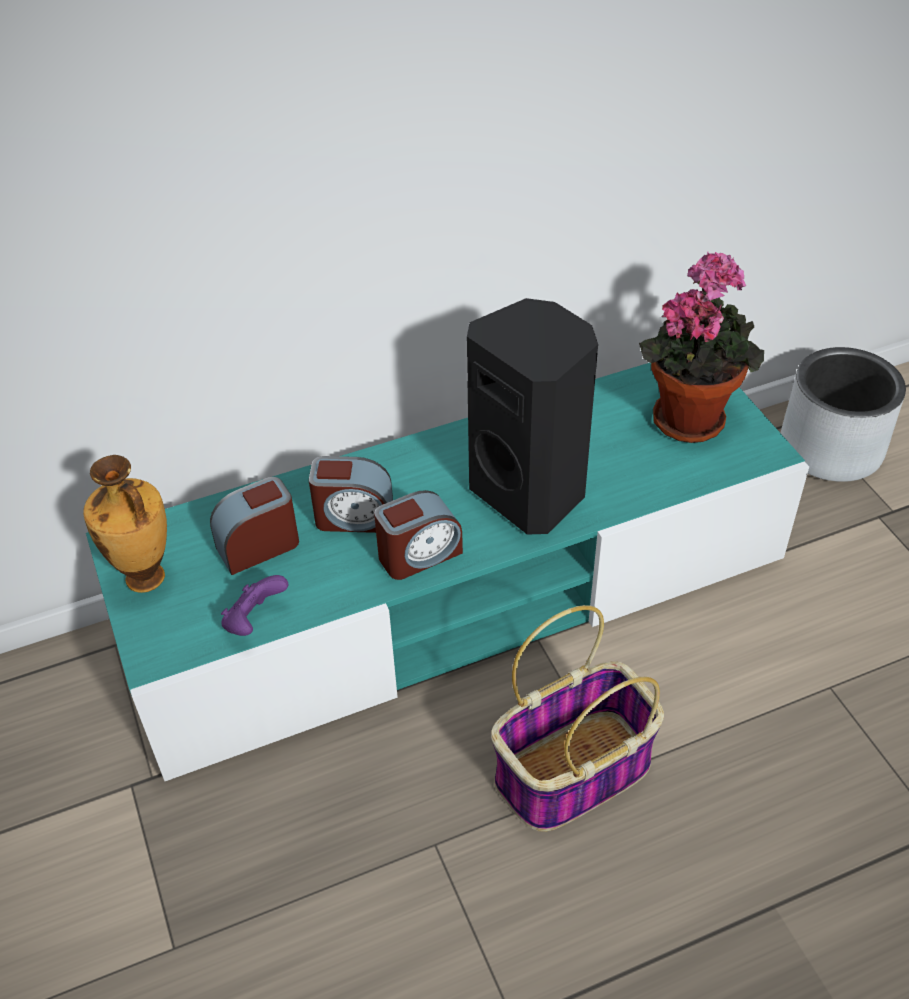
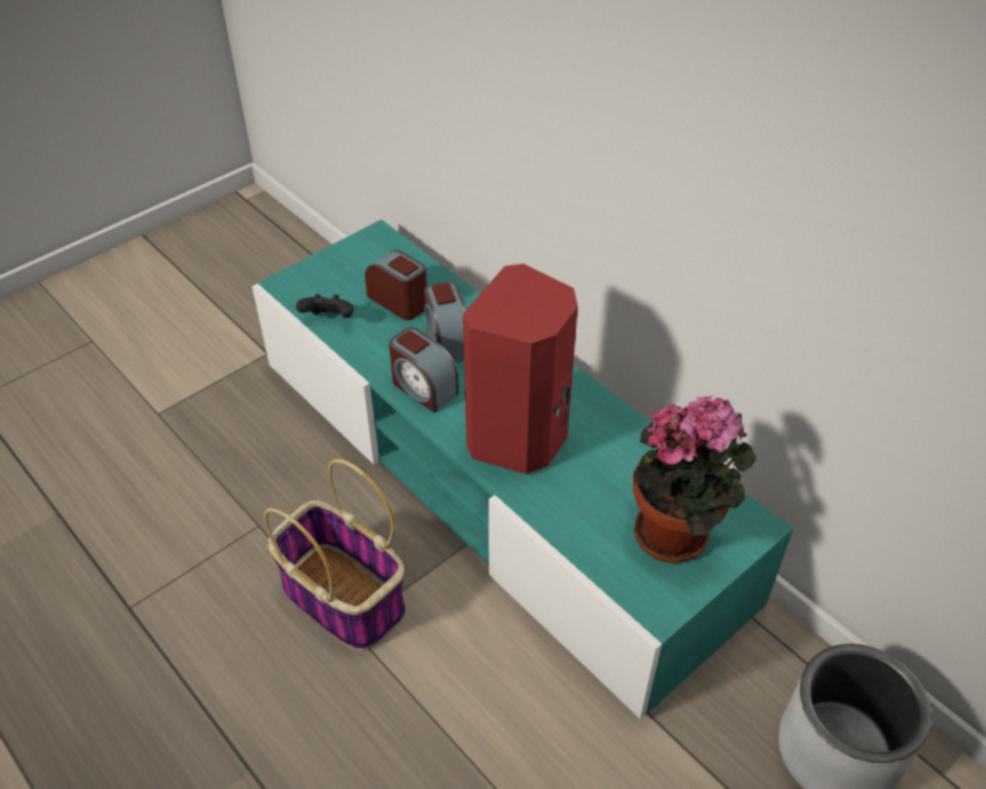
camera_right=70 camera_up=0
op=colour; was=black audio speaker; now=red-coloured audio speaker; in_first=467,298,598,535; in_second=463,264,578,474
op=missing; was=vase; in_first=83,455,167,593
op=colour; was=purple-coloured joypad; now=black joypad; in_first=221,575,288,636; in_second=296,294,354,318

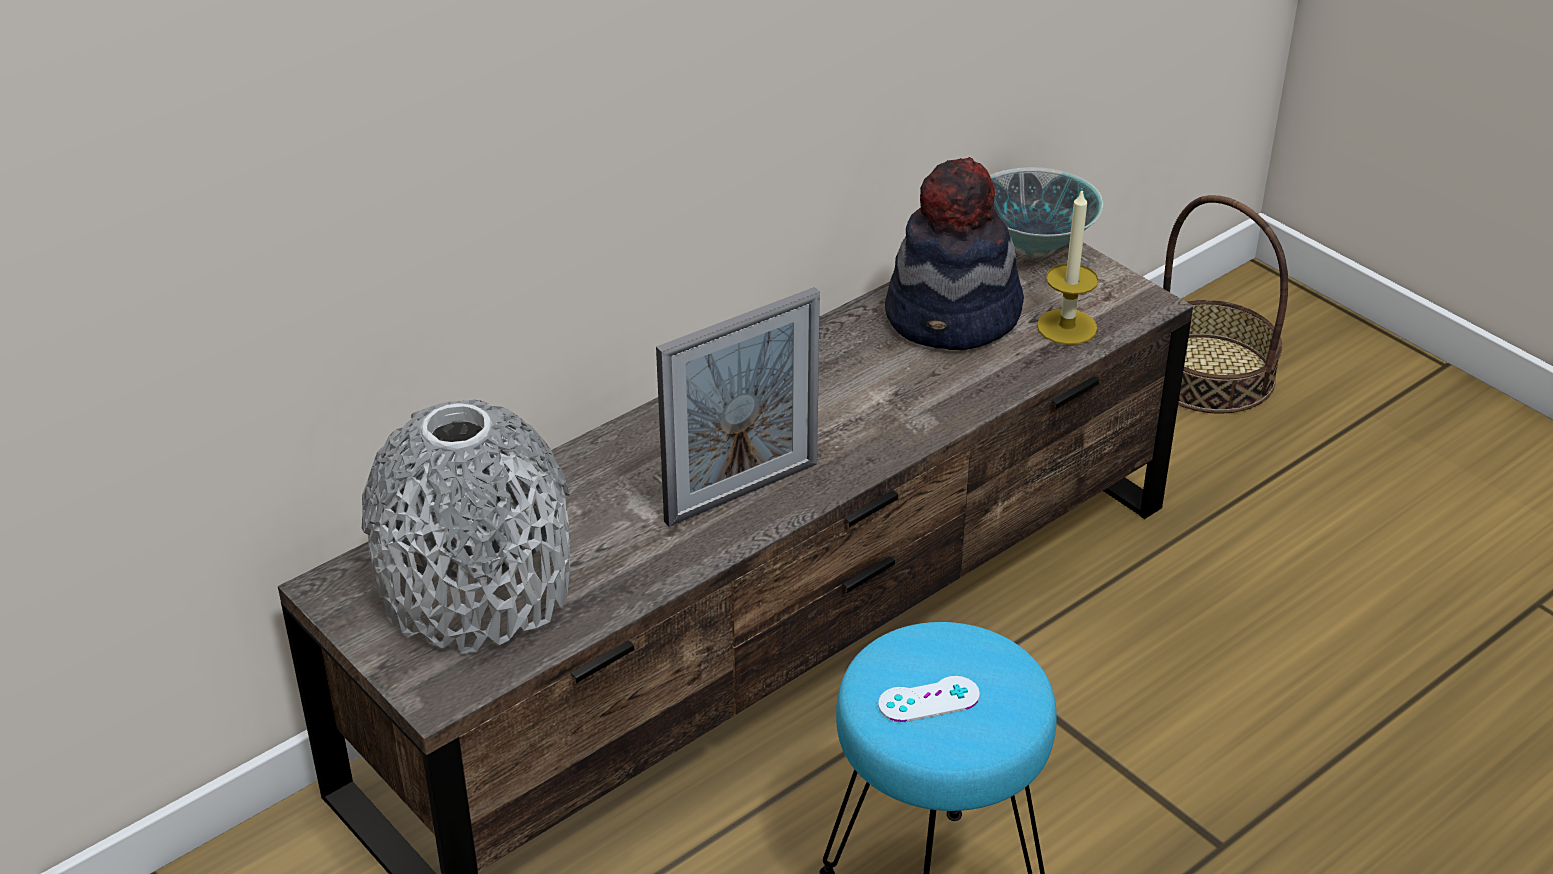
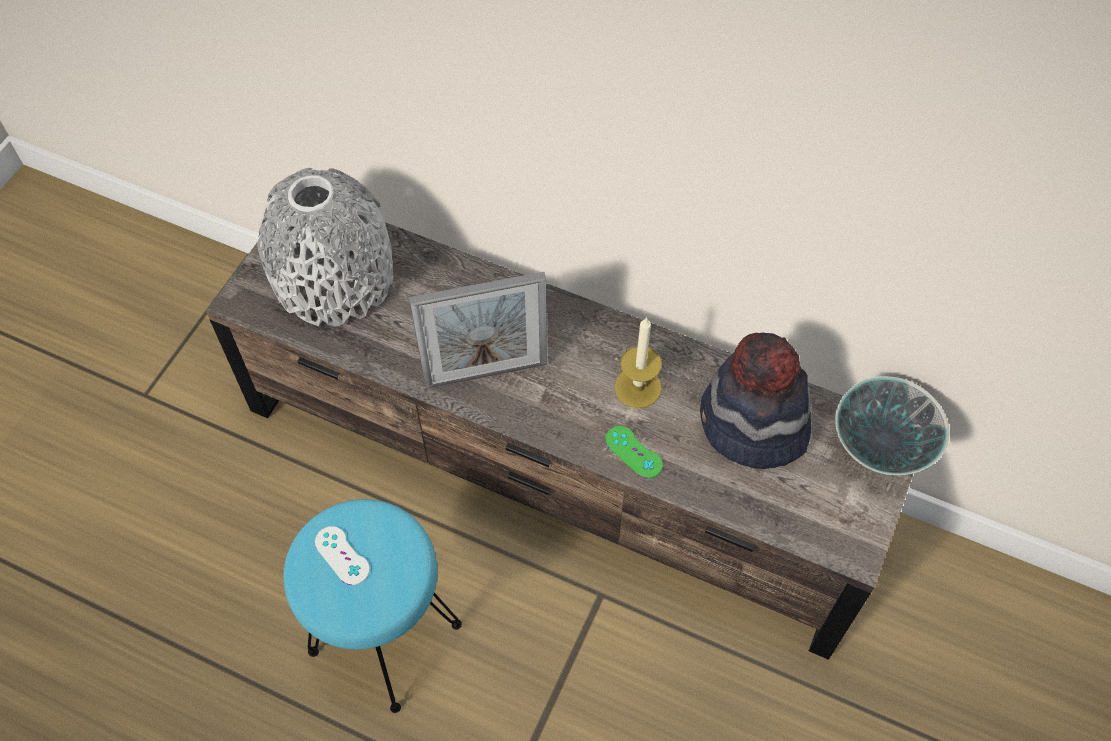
camera_right=65 camera_up=20
op=relocated; was=wax light; in_first=1037,191,1099,345; in_second=614,317,662,408
op=missing; was=basket; in_first=1163,195,1288,414
op=spun; was=picture frame; in_first=656,287,820,527; in_second=409,272,547,389; clockwise=-45
op=appeared; now=green joypad; in_second=605,426,663,478

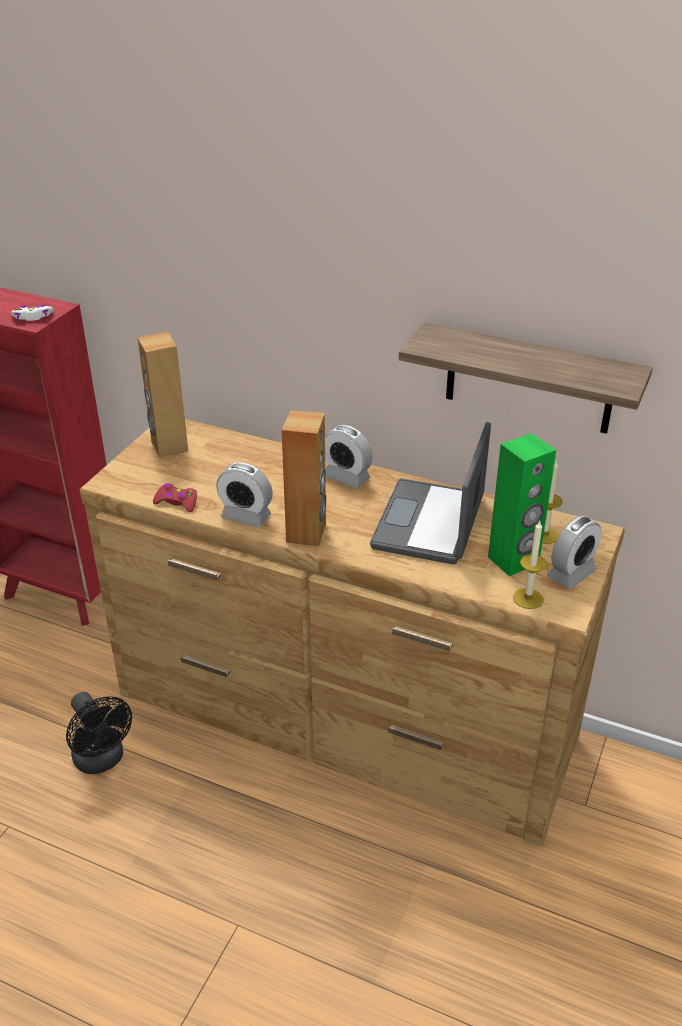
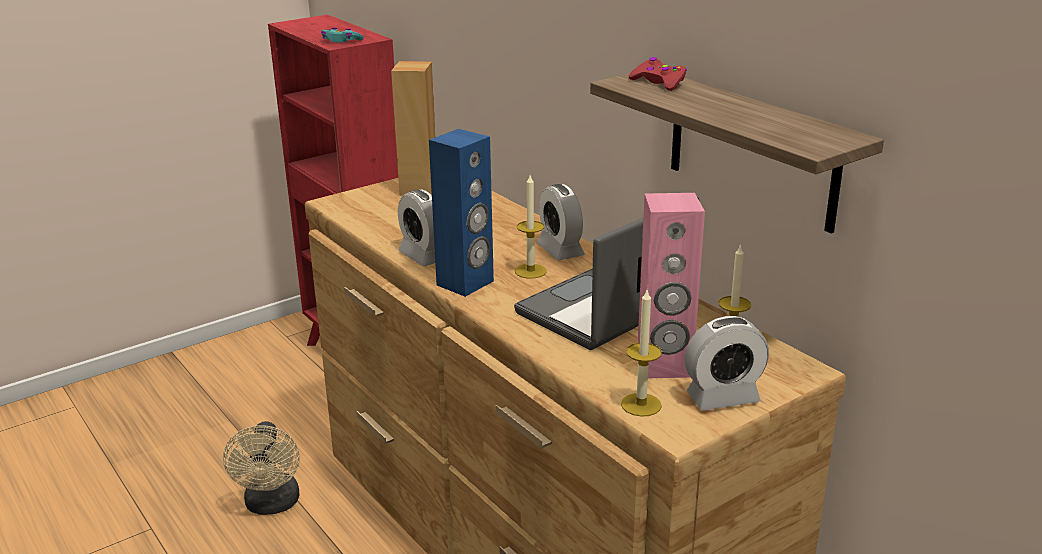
camera_right=30 camera_up=-10
op=colour; was=whitish joypad; now=turquoise joypad; in_first=11,305,54,321; in_second=321,28,364,42
op=colour; was=brown audio speaker; now=blue audio speaker; in_first=282,411,326,546; in_second=429,129,494,297
op=colour; was=green audio speaker; now=pink-coloured audio speaker; in_first=488,433,556,576; in_second=638,193,705,378
op=relocated; was=red-coloured joypad; in_first=153,483,197,512; in_second=629,57,687,91
op=colour; was=black cooling fan; now=beige-coloured cooling fan; in_first=66,692,132,774; in_second=223,421,300,515
op=appeared; now=wax light; in_second=515,175,547,279

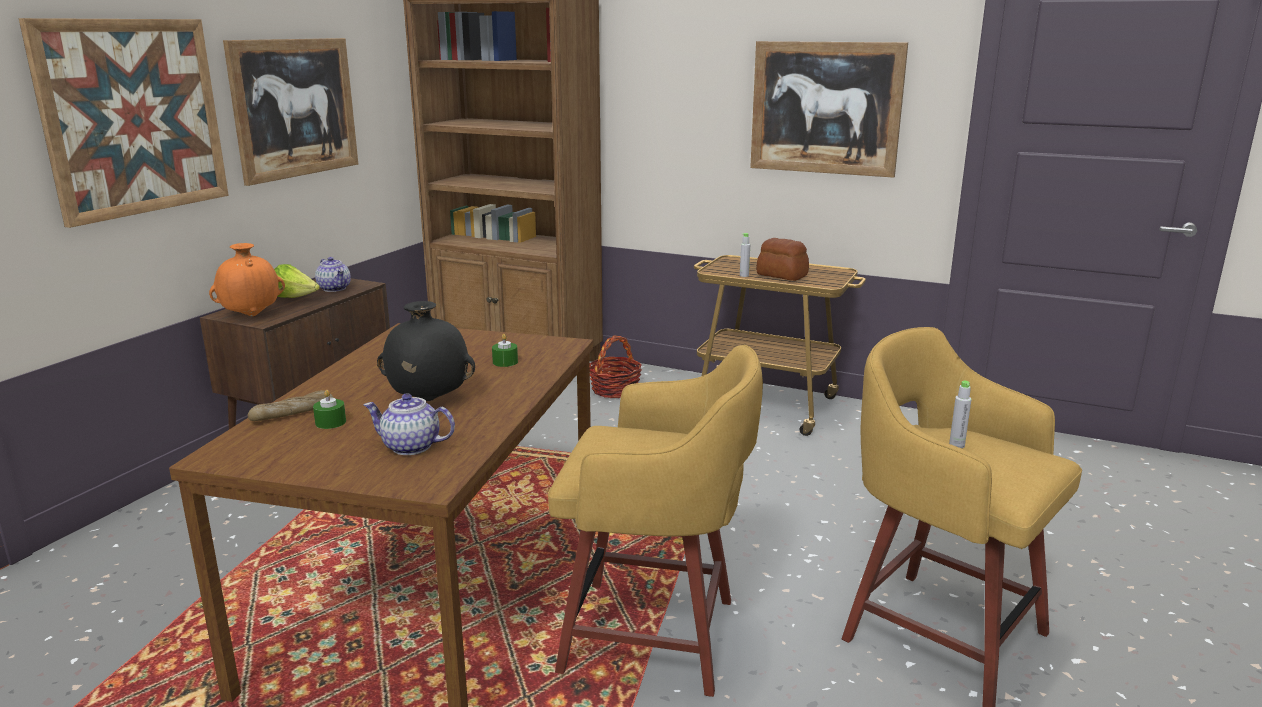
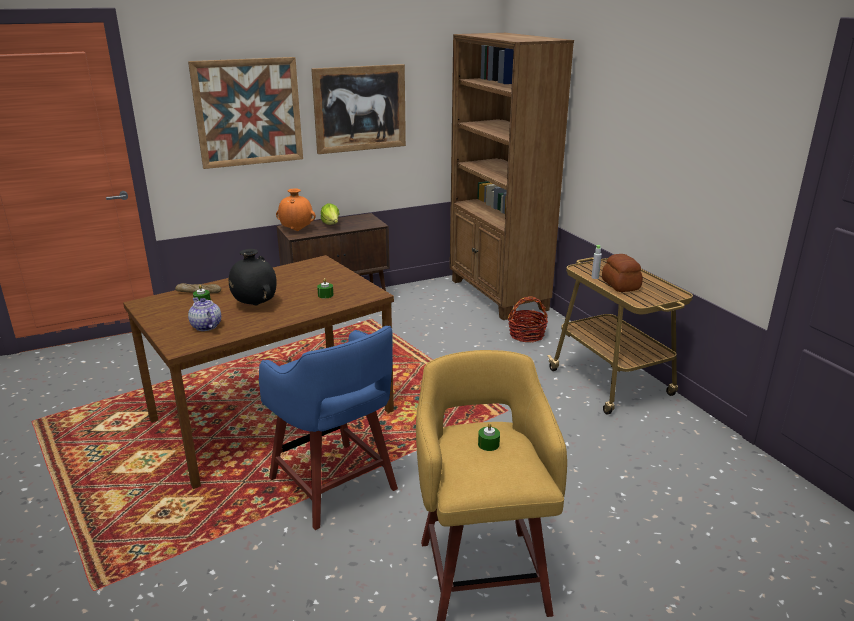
camera_right=40 camera_up=5
op=missing; was=wall art; in_first=750,41,908,178
op=missing; was=tea pot; in_first=315,257,351,292
op=colour; was=yellow-coloured stool seat; now=blue stool seat; in_first=548,345,763,697; in_second=258,326,398,530
op=exchanged; was=greyish bottle; now=green wax light; in_first=949,381,971,448; in_second=478,423,500,451

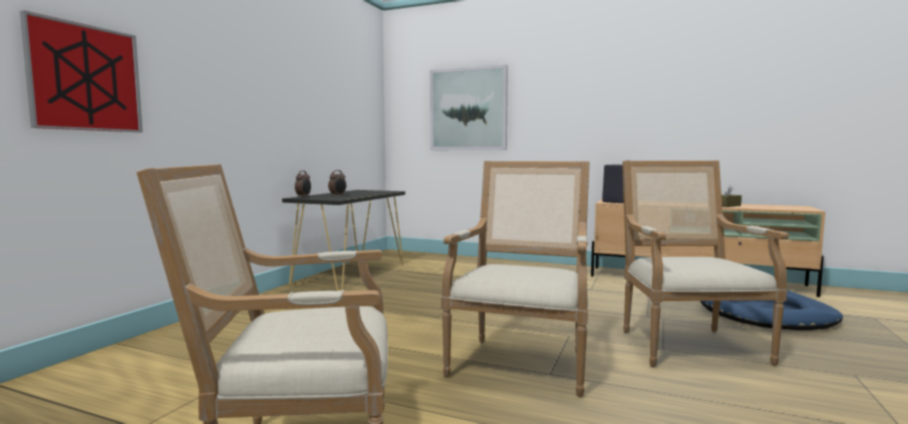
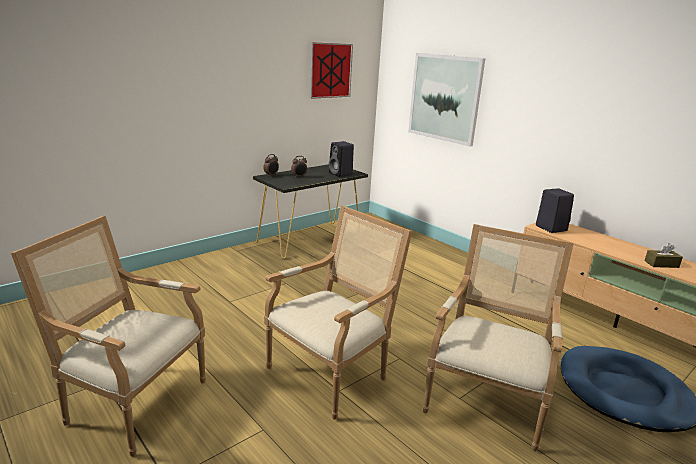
camera_right=25 camera_up=15
op=relocated; was=wall art; in_first=20,10,143,132; in_second=309,42,353,99
op=appeared; now=black audio speaker; in_second=329,141,354,177

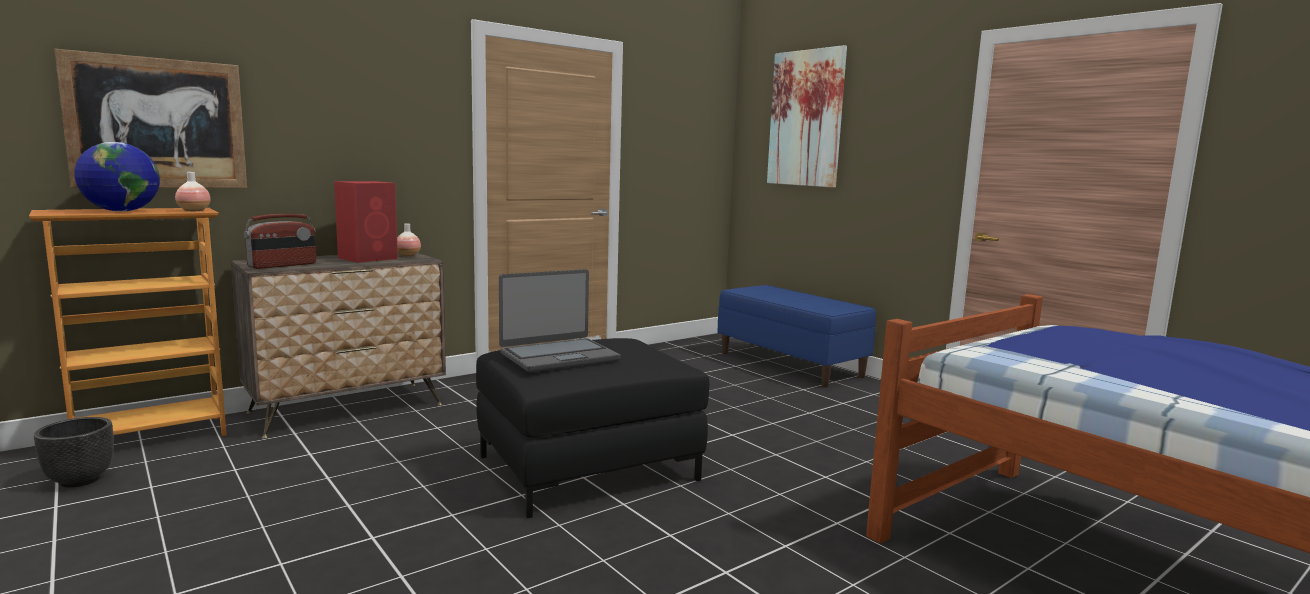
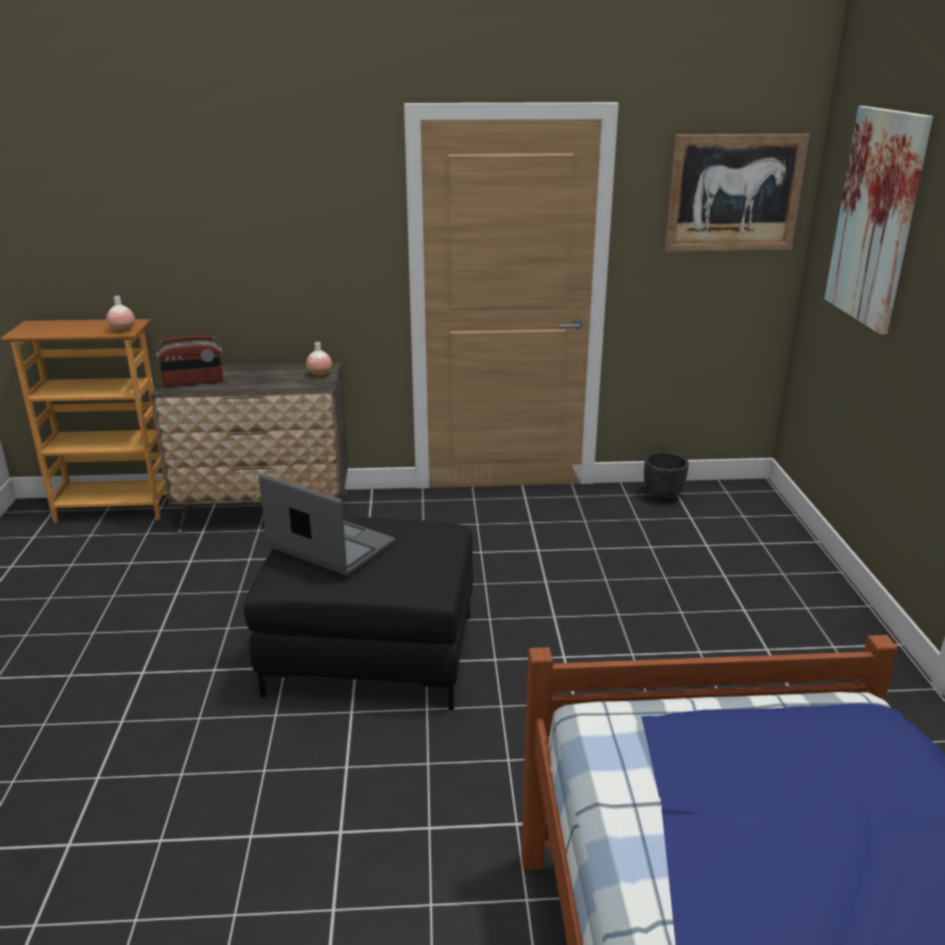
camera_right=35 camera_up=15
op=relocated; was=wall art; in_first=54,49,247,188; in_second=664,134,810,252
op=missing; was=desk globe; in_first=74,142,160,212
op=missing; was=red-coloured audio speaker; in_first=334,181,398,263
op=spun; was=portable computer; in_first=499,269,620,372; in_second=259,474,395,576; clockwise=-150
op=missing; was=blue long seat; in_first=717,285,876,388
op=relocated; was=black planter; in_first=34,417,114,488; in_second=644,452,689,501

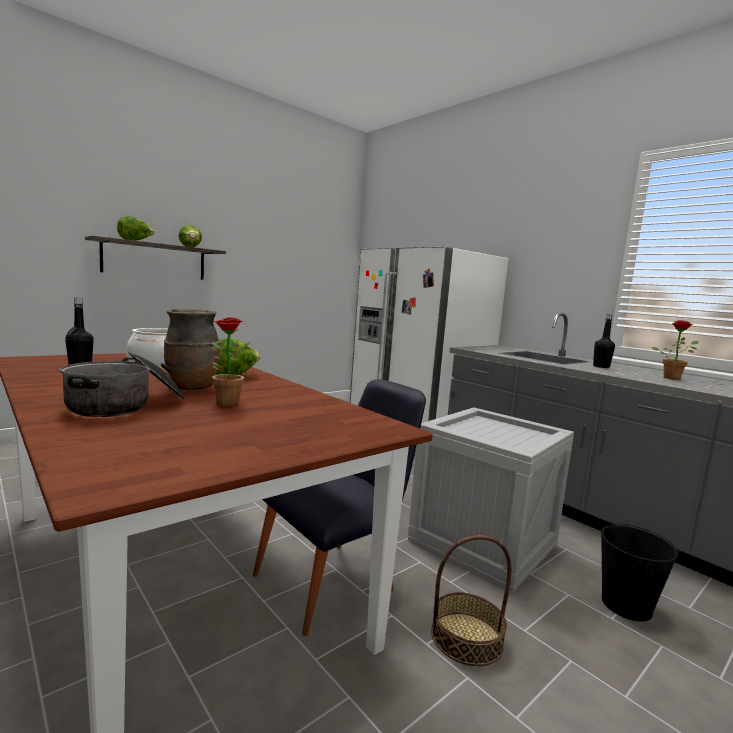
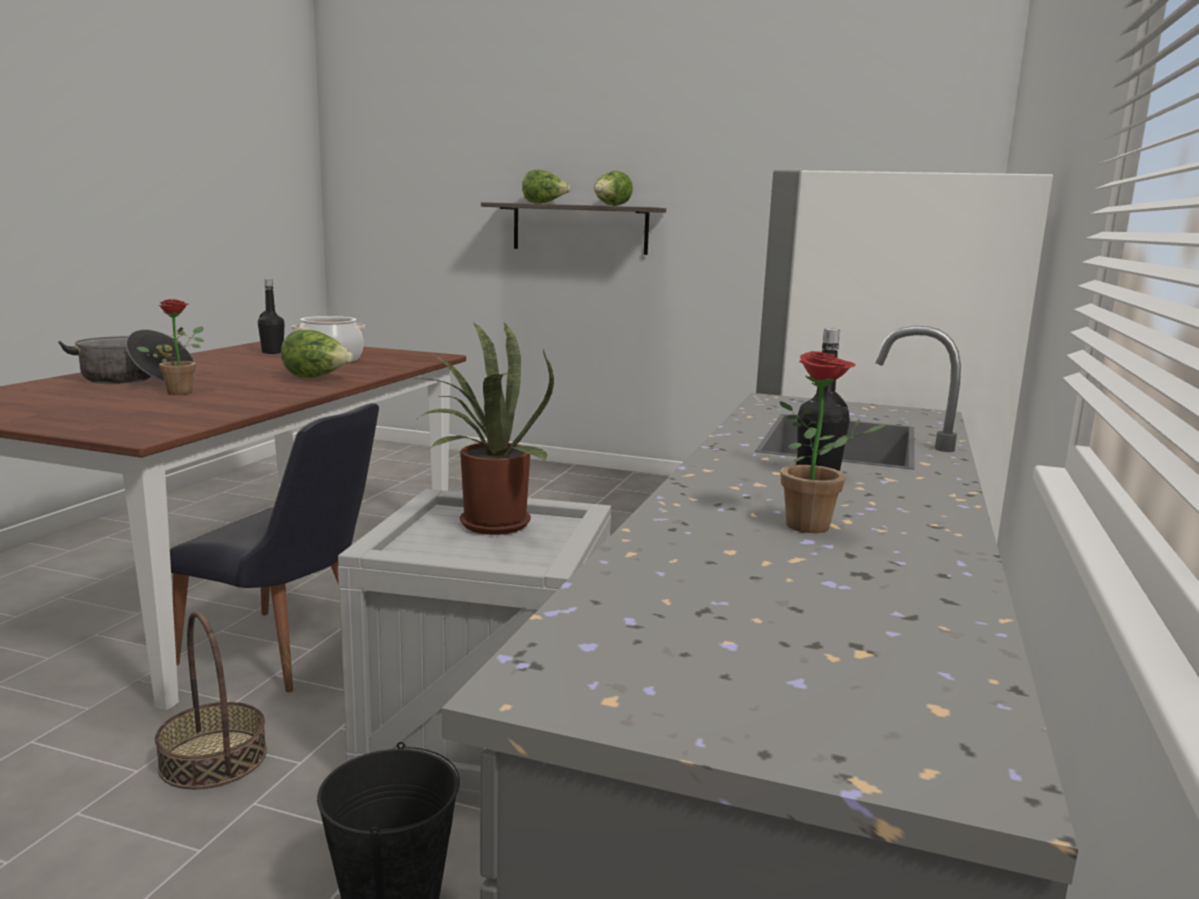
camera_right=60 camera_up=5
op=missing; was=brown vase; in_first=164,309,221,390
op=appeared; now=houseplant; in_second=417,322,554,535

